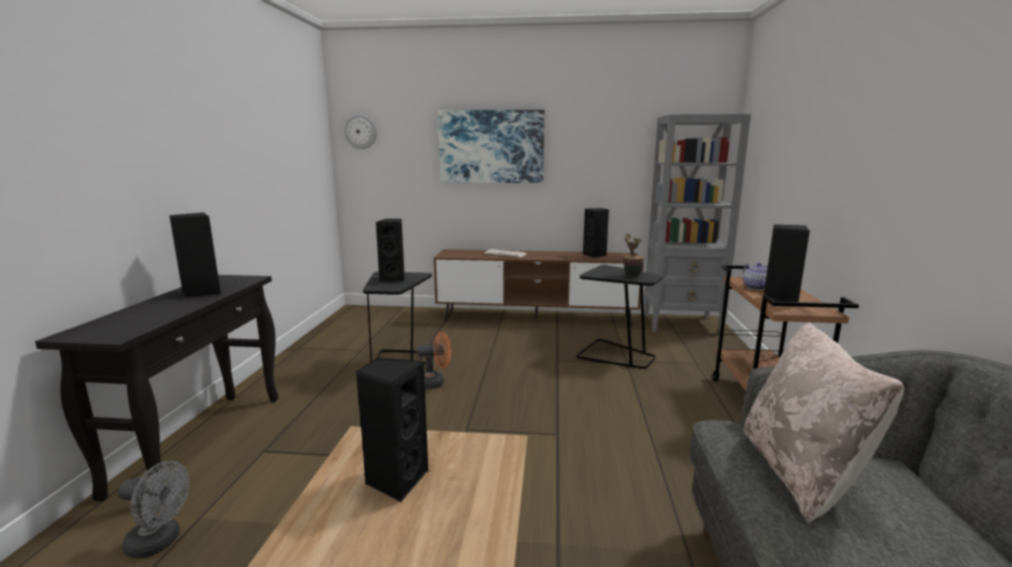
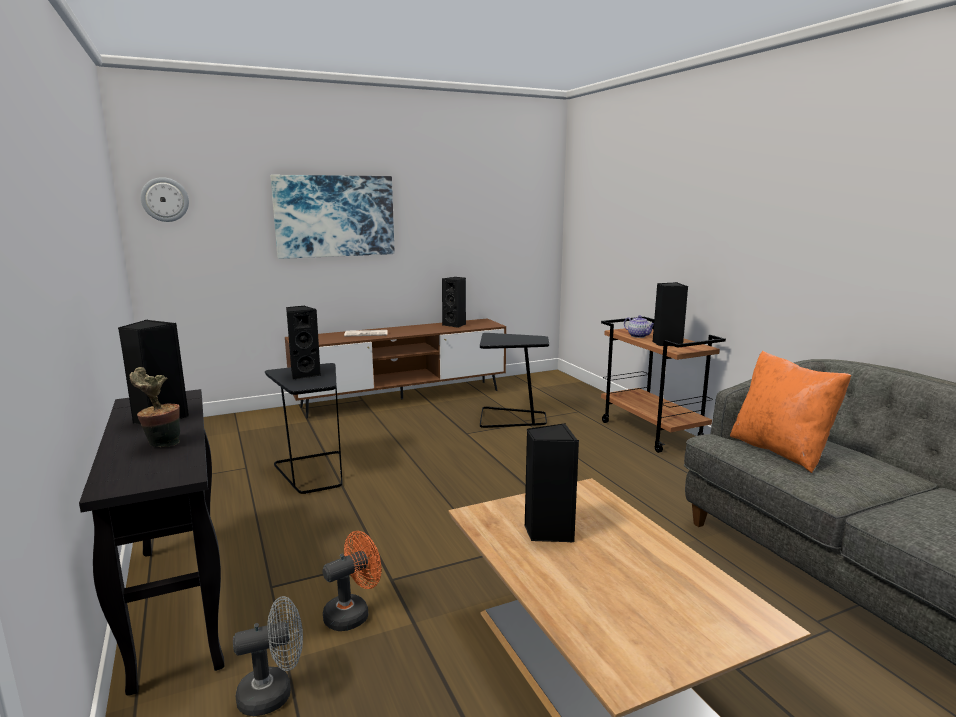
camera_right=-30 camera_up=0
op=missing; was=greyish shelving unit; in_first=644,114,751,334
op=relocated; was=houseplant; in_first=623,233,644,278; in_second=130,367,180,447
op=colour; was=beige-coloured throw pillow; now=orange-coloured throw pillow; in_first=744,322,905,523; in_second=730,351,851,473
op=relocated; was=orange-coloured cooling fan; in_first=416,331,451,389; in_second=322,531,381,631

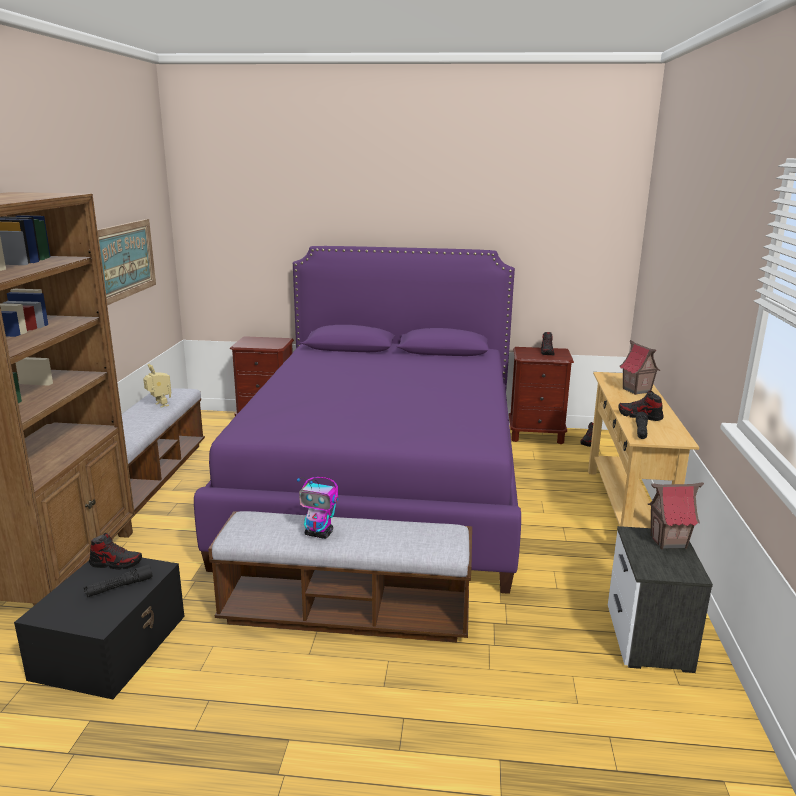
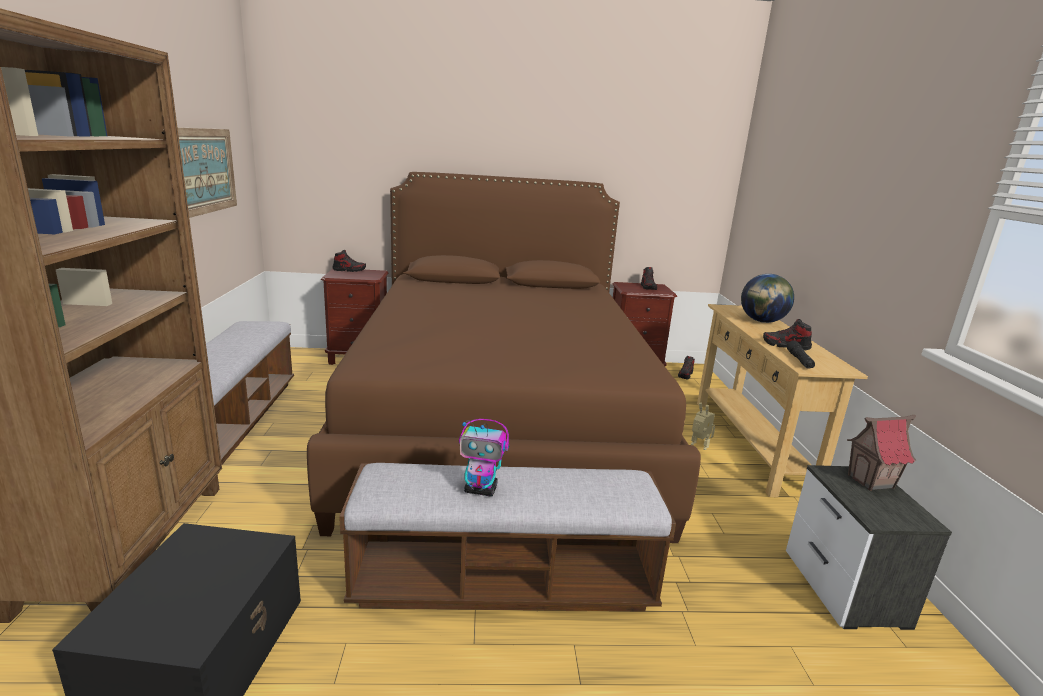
camera_right=-10 camera_up=0
op=colour; was=purple-coloured bedroom bed; now=brown bedroom bed; in_first=194,246,521,594; in_second=307,172,701,543
op=exchanged; was=miniature house; now=desk globe; in_first=620,340,661,395; in_second=741,274,794,323
op=relocated; was=toy robot; in_first=143,364,171,408; in_second=691,402,715,450
op=relocated; was=item of footwear; in_first=89,533,142,570; in_second=333,250,366,272
op=missing; was=black flashlight; in_first=84,564,152,597

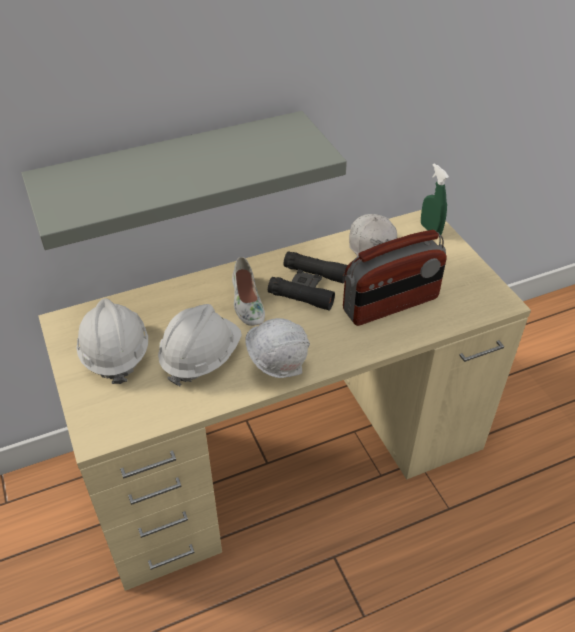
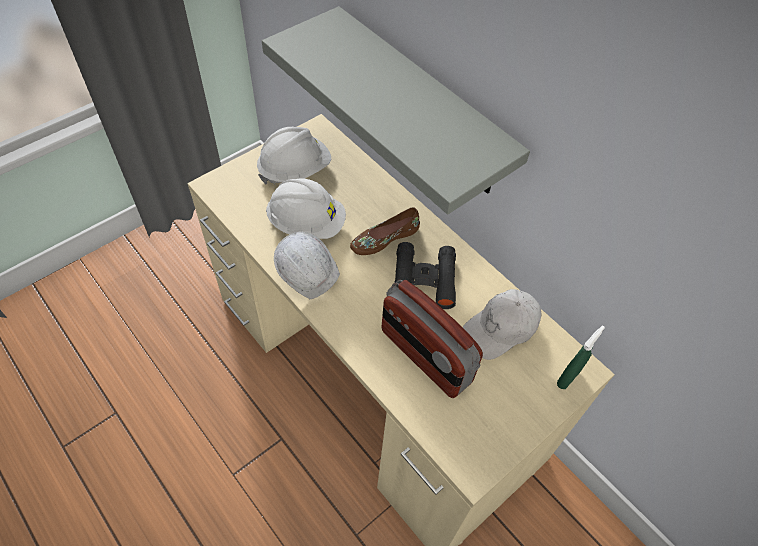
camera_right=70 camera_up=10
op=colour; was=whitish item of footwear; now=brown item of footwear; in_first=232,257,265,326; in_second=350,207,420,255

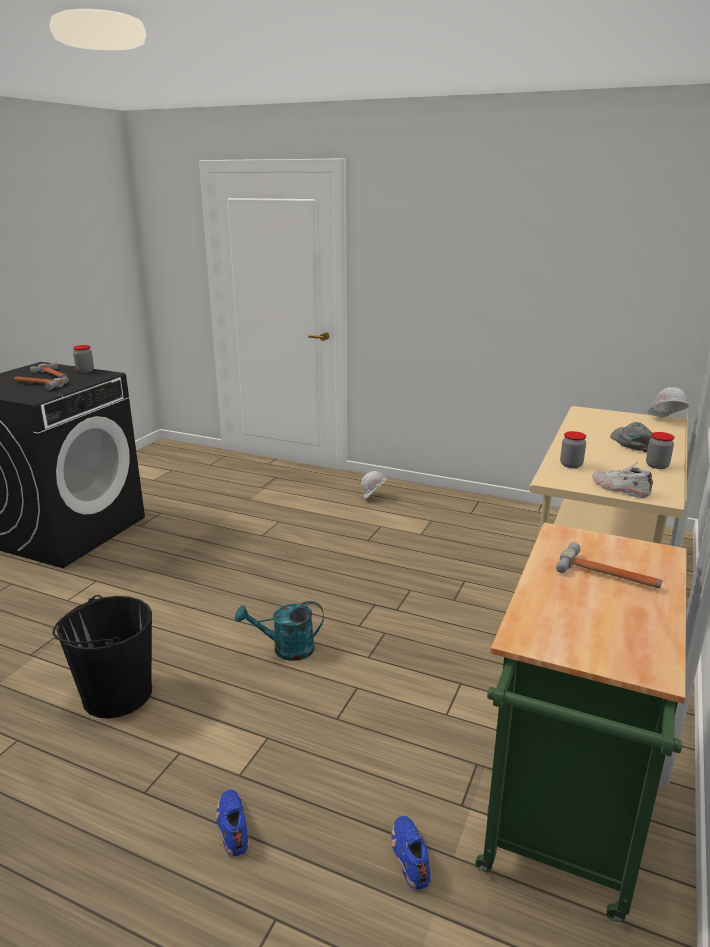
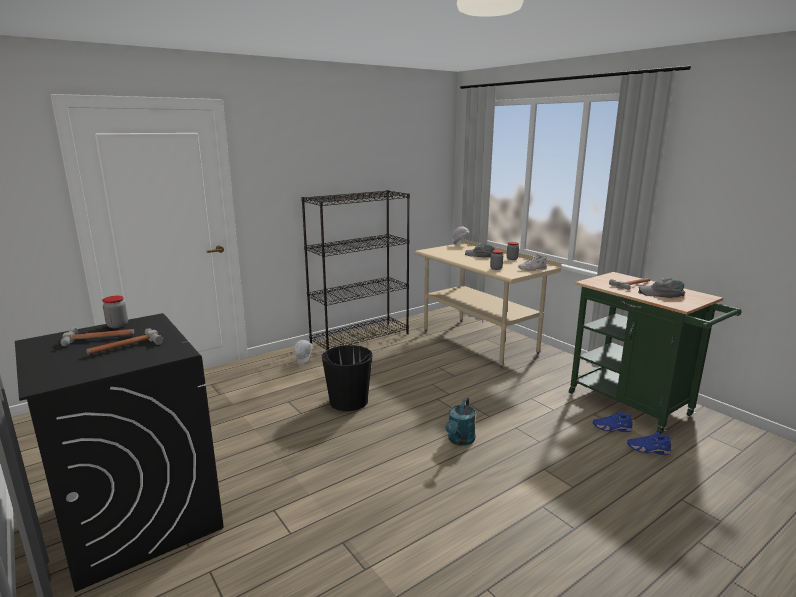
camera_right=-60 camera_up=-5
op=relocated; was=black bucket; in_first=53,595,152,718; in_second=321,345,373,411
op=relocated; was=blue item of footwear; in_first=216,789,249,857; in_second=593,411,633,432
op=appeared; now=black shelving unit; in_second=301,190,410,350
op=appeared; now=greyish baseball cap; in_second=638,278,685,298

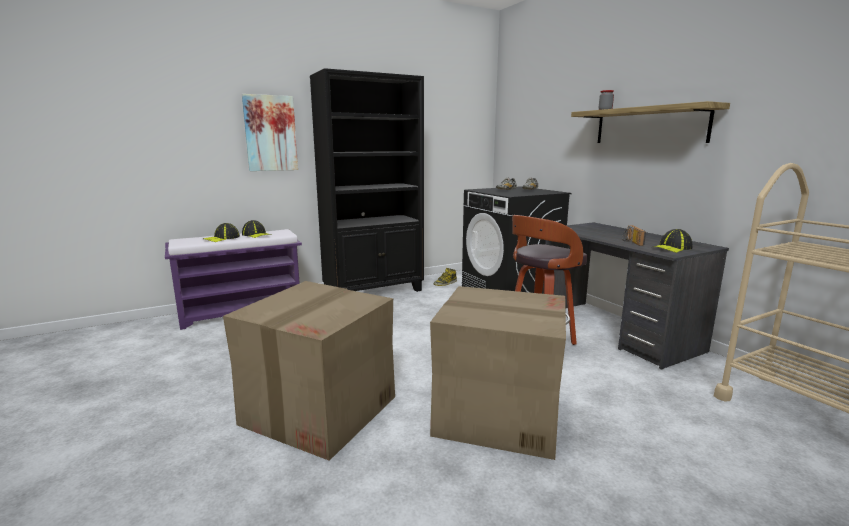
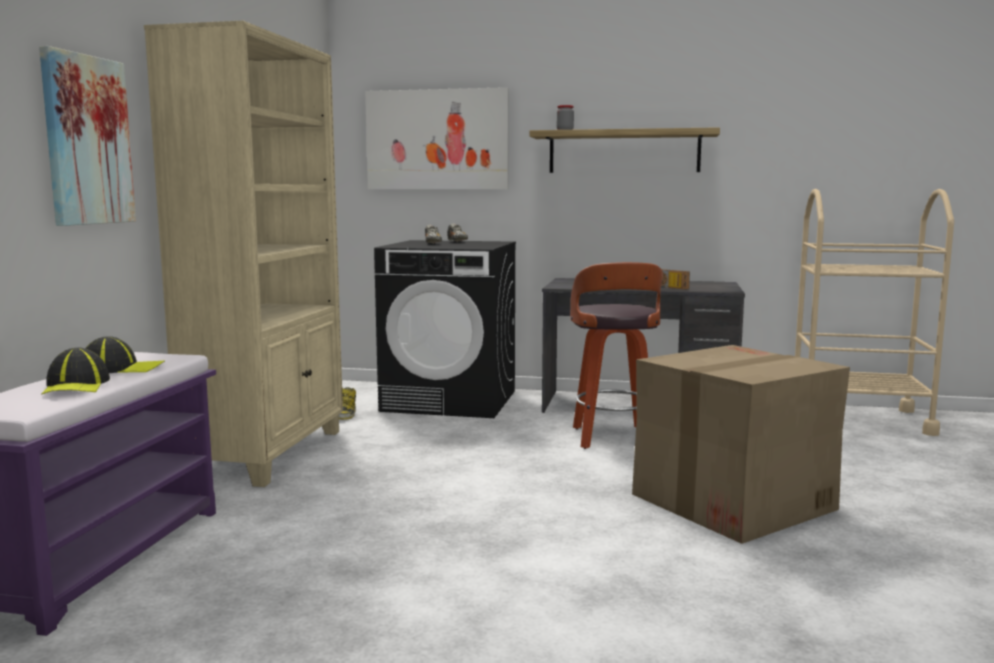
camera_right=-50 camera_up=-5
op=colour; was=black shelving unit; now=beige-coloured shelving unit; in_first=310,68,424,292; in_second=144,21,343,487
op=missing; was=baseball cap; in_first=651,229,693,253
op=missing; was=packing box; in_first=223,281,395,461
op=appeared; now=wall art; in_second=365,87,509,189

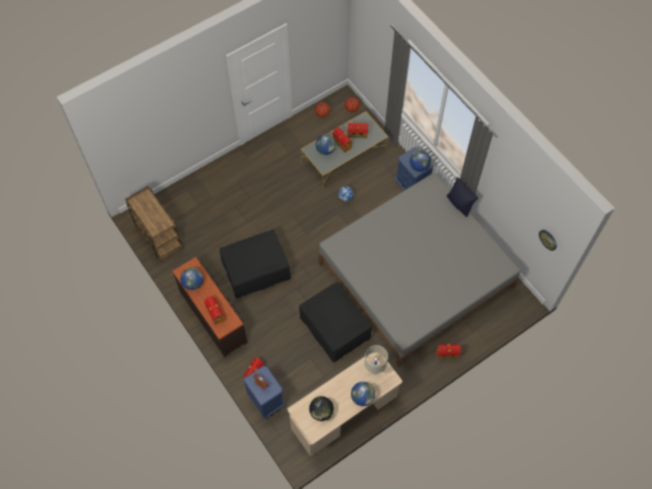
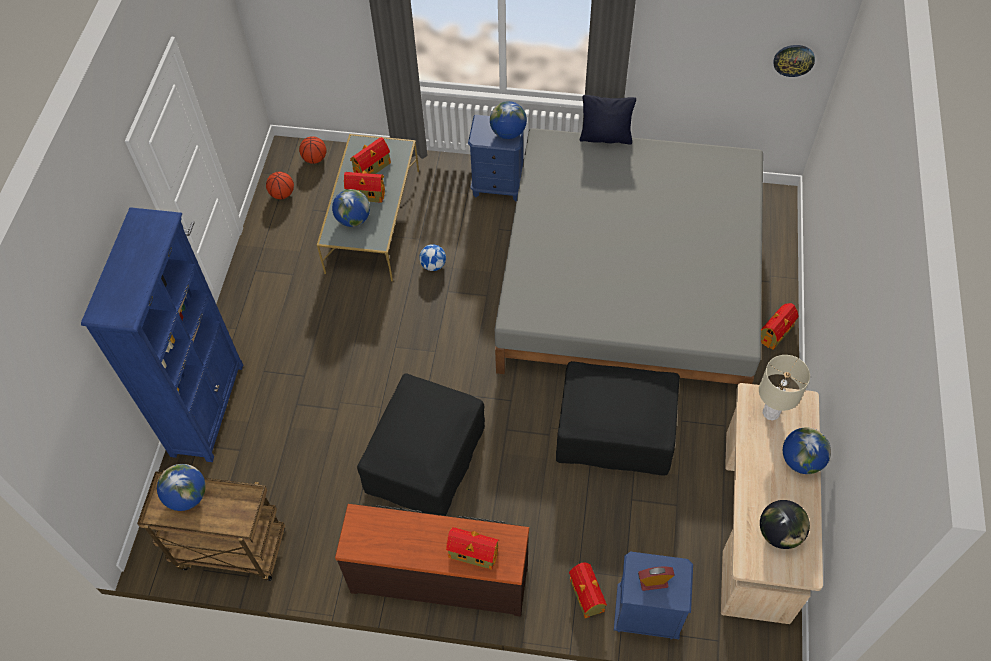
camera_right=-45 camera_up=-5
op=relocated; was=desk globe; in_first=180,267,203,290; in_second=157,464,206,511
op=appeared; now=blue shelving unit; in_second=81,207,243,462

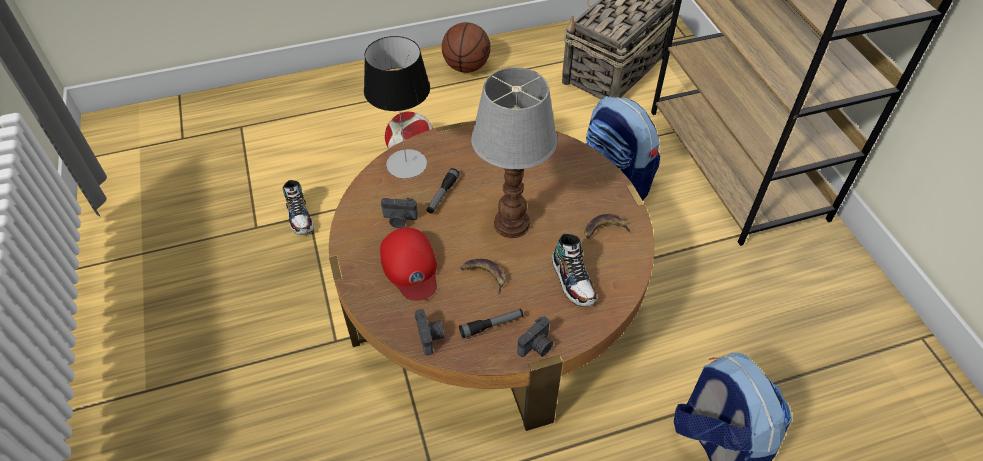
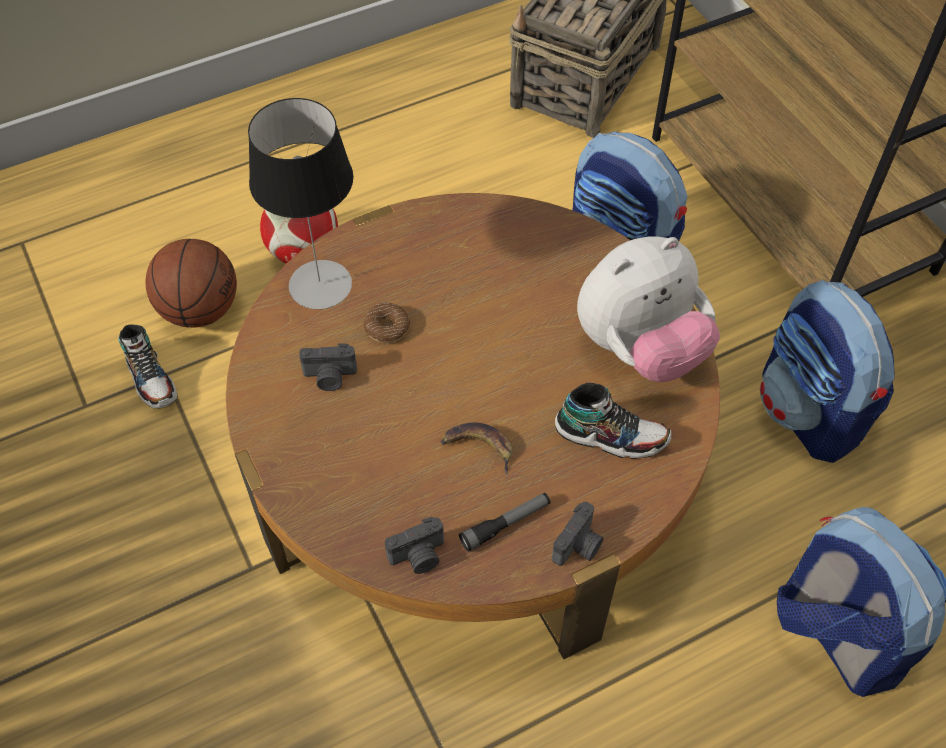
camera_right=-10 camera_up=5
op=relocated; was=ball for basketball; in_first=442,22,491,73; in_second=145,239,237,328
op=missing; was=tabletop lamp; in_first=471,67,558,238
op=exchanged; was=flashlight; now=doughnut; in_first=426,168,459,214; in_second=363,303,410,343
op=exchanged; was=whole banana; now=soft toy; in_first=585,214,632,239; in_second=577,237,720,382
op=missing; was=red-coloured baseball cap; in_first=380,228,437,301
op=spun; was=item of footwear; in_first=552,234,598,307; in_second=555,383,672,459; clockwise=-45
op=spun; was=photo camera; in_first=415,309,444,355; in_second=385,517,444,574; clockwise=90
op=appeared; now=rucksack; in_second=760,280,894,463

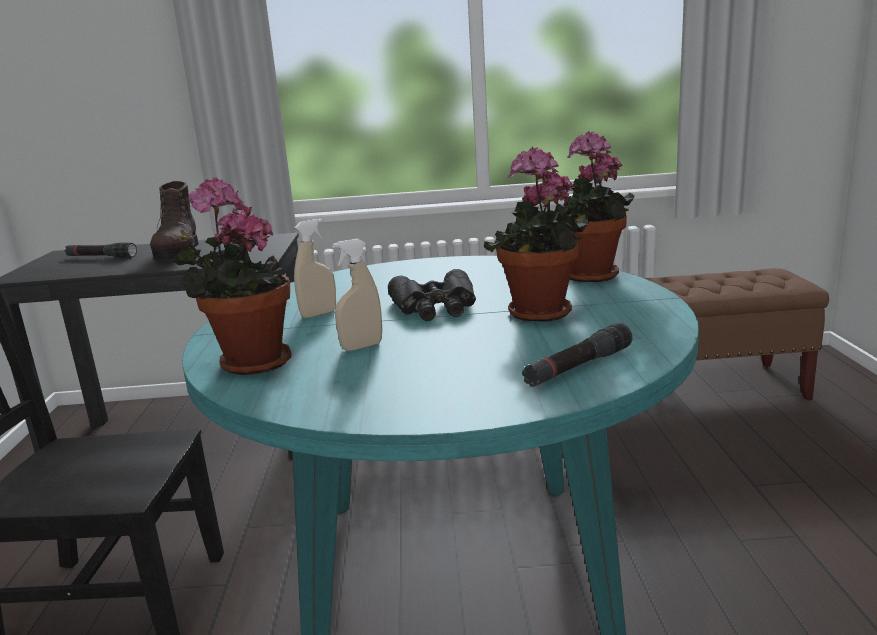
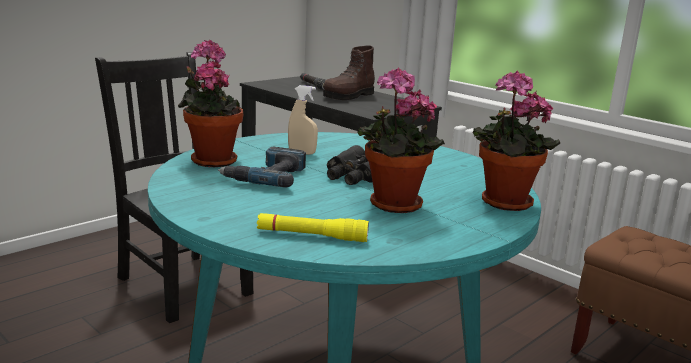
camera_right=45 camera_up=0
op=exchanged; was=beige-coloured hand sprayer; now=power drill; in_first=332,239,382,351; in_second=218,147,306,188
op=colour; was=black flashlight; now=yellow-coloured flashlight; in_first=522,323,632,387; in_second=257,213,369,242

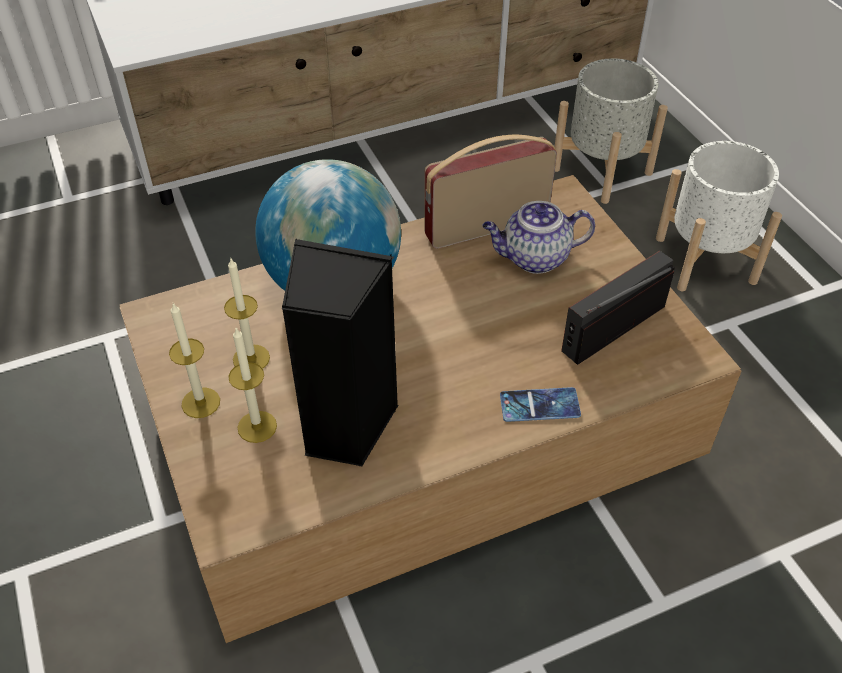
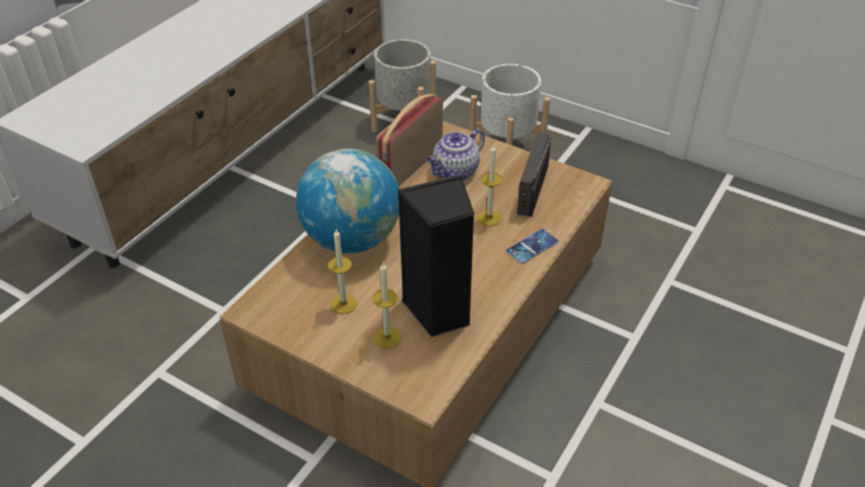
camera_right=-35 camera_up=-5
op=relocated; was=wax light; in_first=169,303,220,418; in_second=477,145,502,226

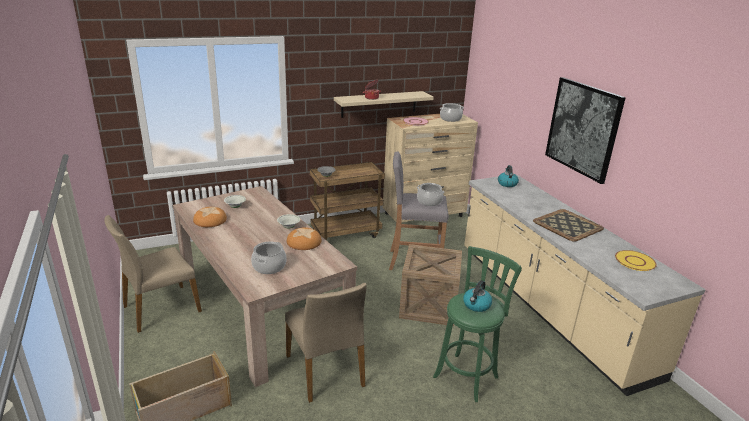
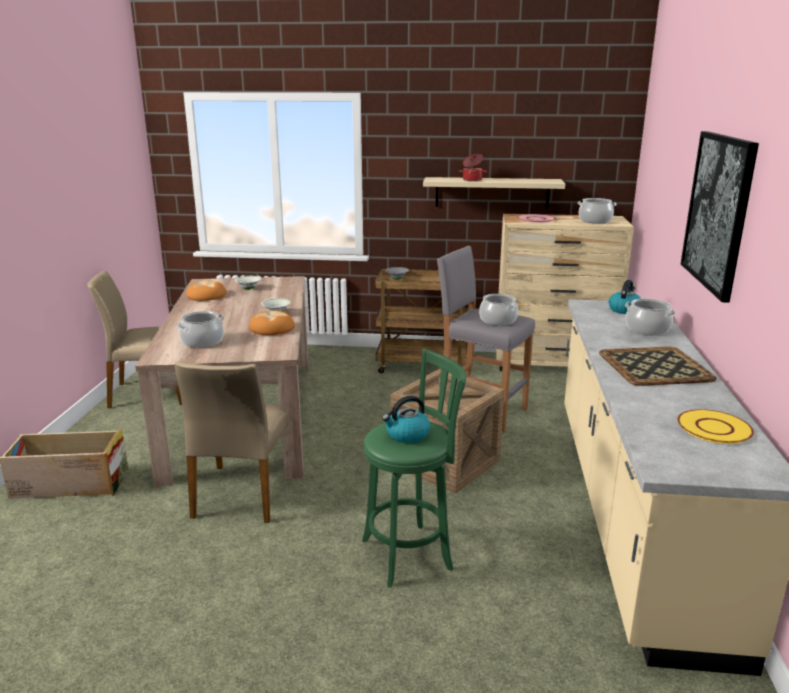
camera_right=30 camera_up=-5
op=appeared; now=stockpot; in_second=625,298,677,336

